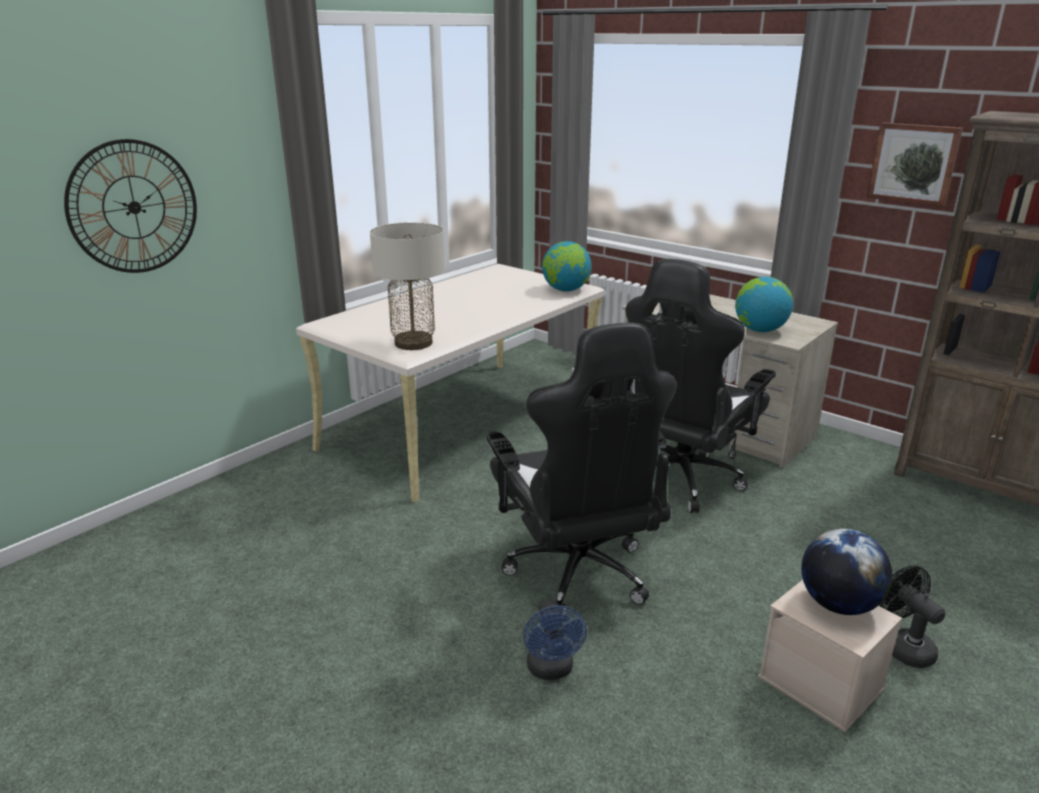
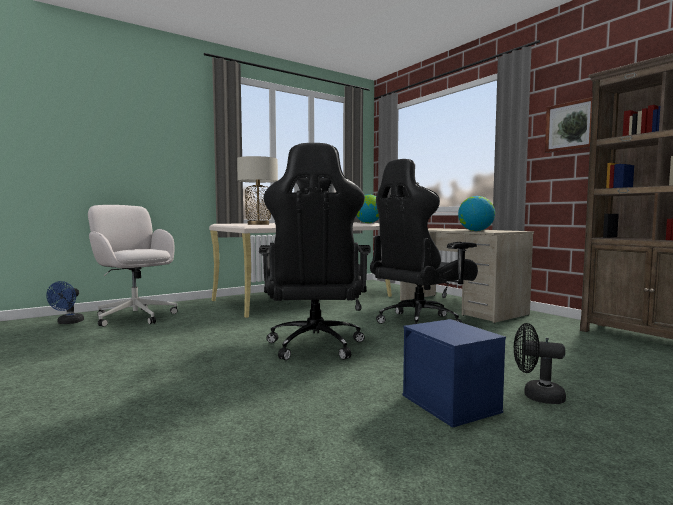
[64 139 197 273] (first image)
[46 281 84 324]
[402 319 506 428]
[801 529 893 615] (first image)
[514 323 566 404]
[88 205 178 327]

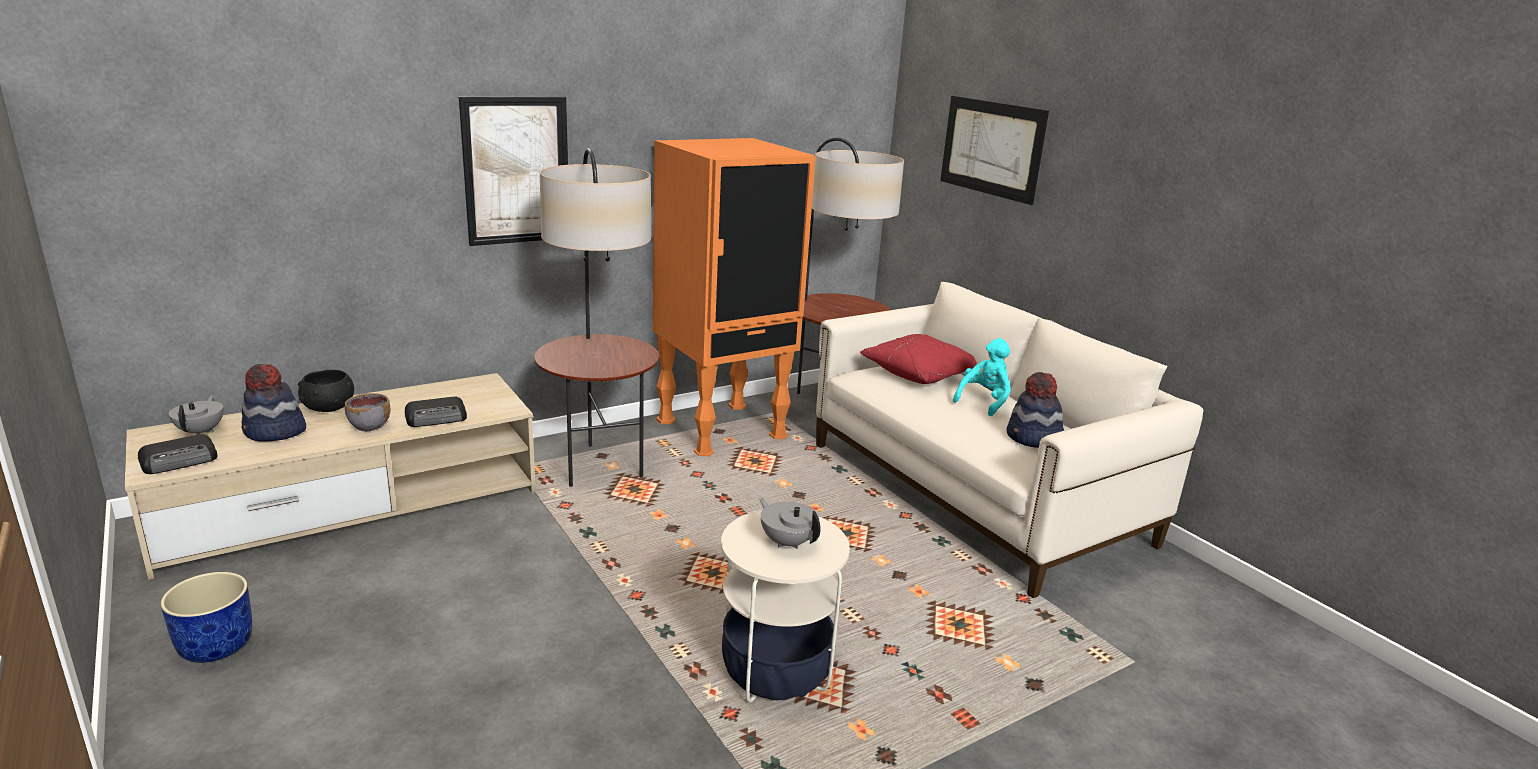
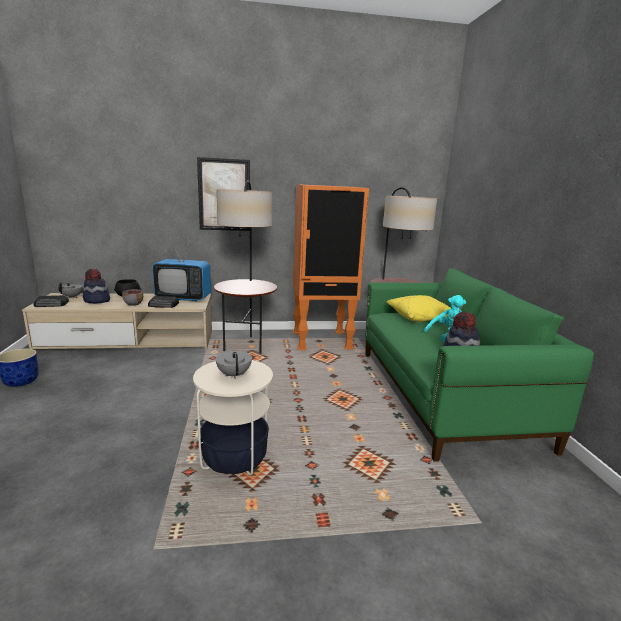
[365 268 594 462]
[387 295 451 322]
[940 96 1049 205] (first image)
[152 236 211 301]

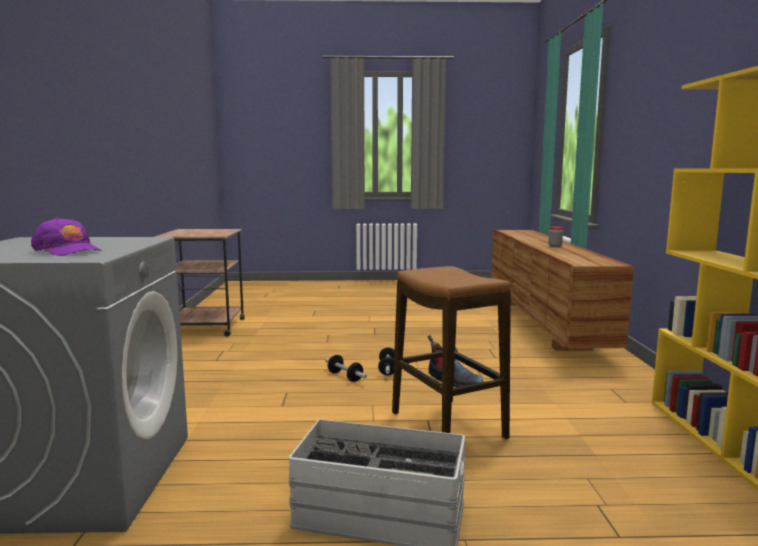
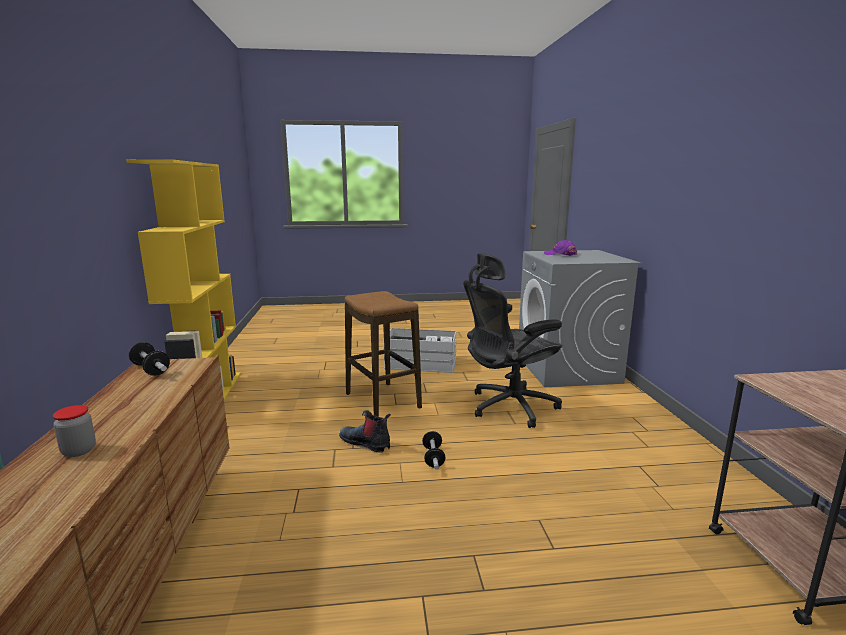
[129 342 170 376]
[463 253 563 428]

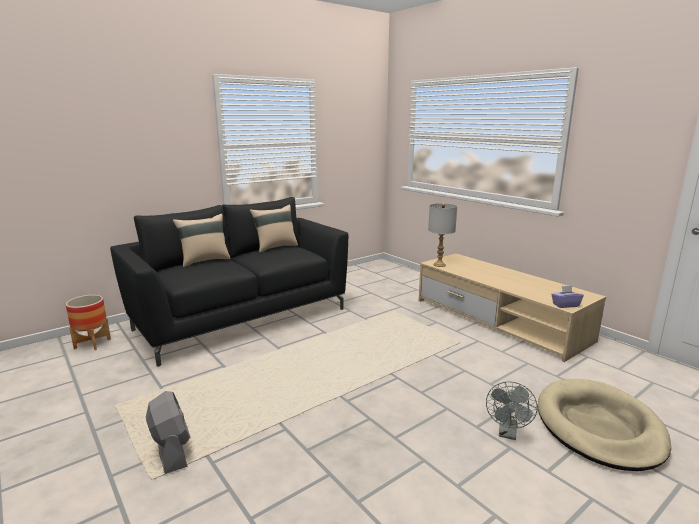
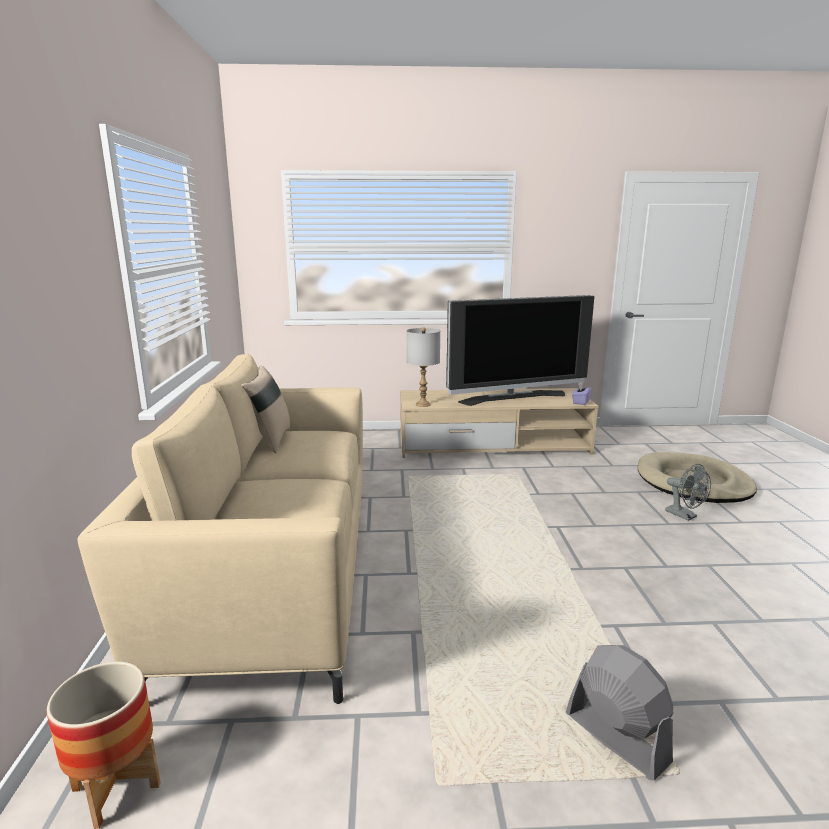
[77 354 363 704]
[566 645 674 781]
[173 214 231 267] (first image)
[446 295 594 406]

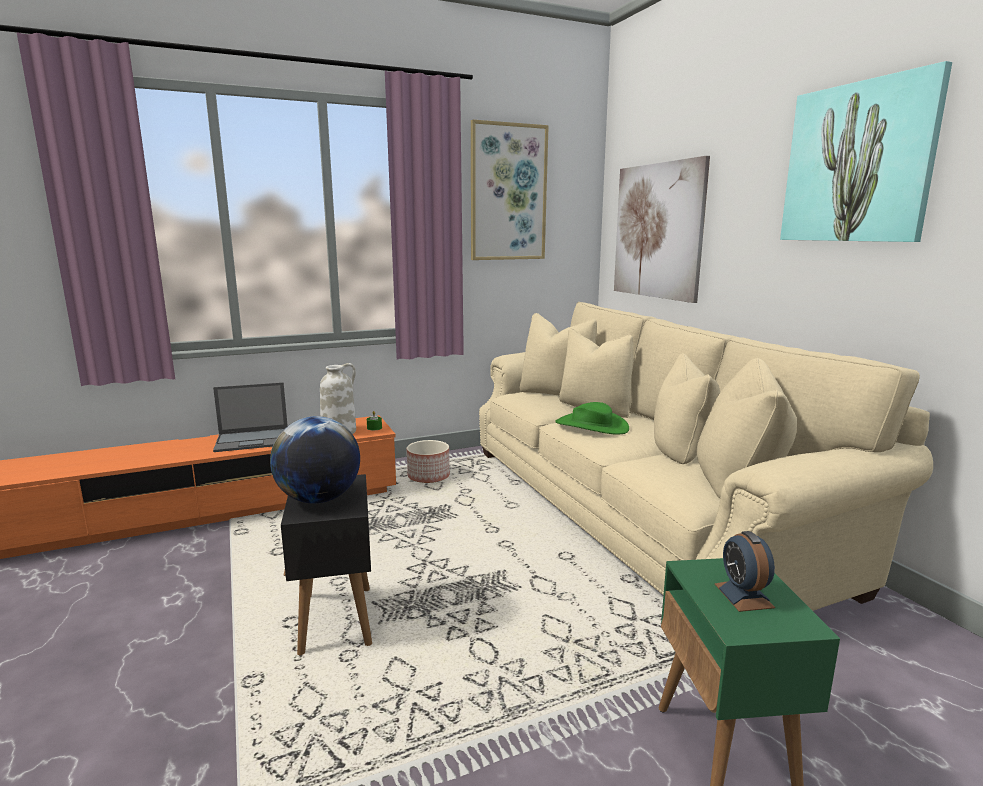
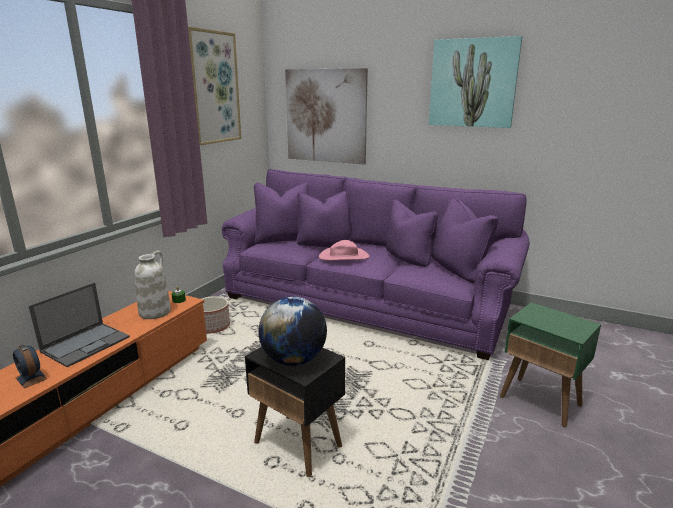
[222 169 529 360]
[319 240 370 261]
[13 345 47 388]

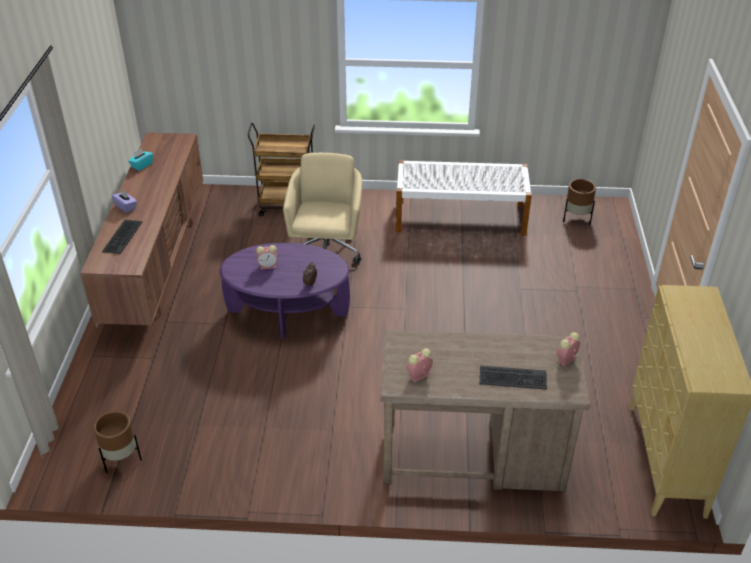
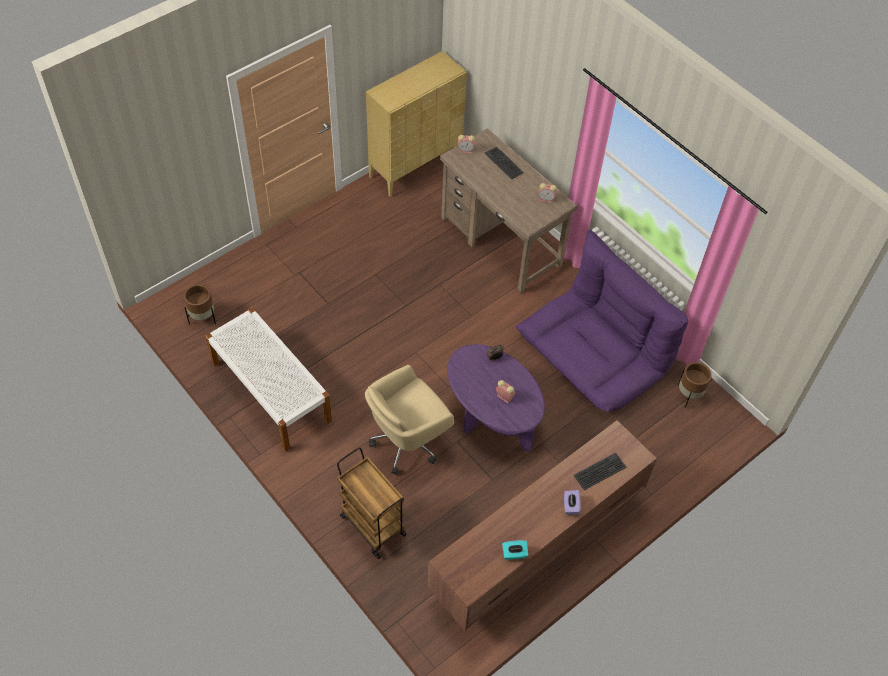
[515 230 688 412]

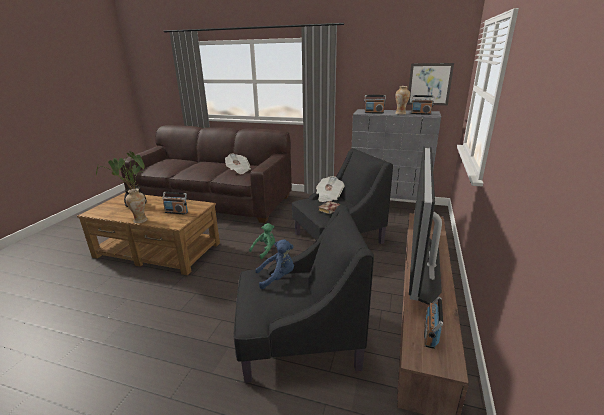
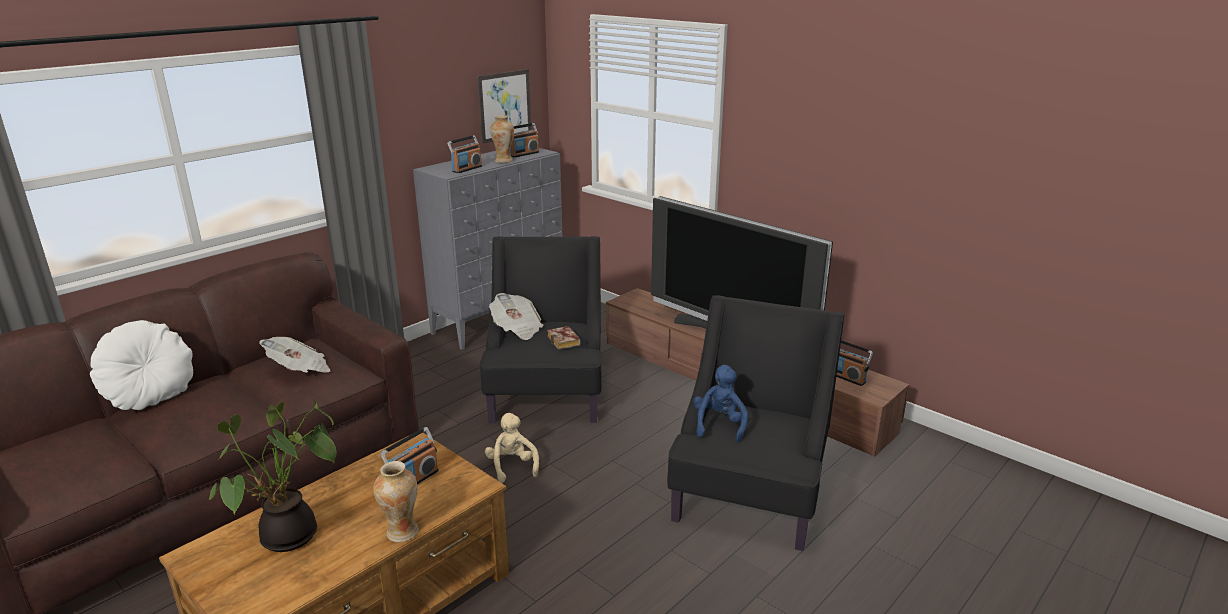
[485 413 539 483]
[90 320 193 410]

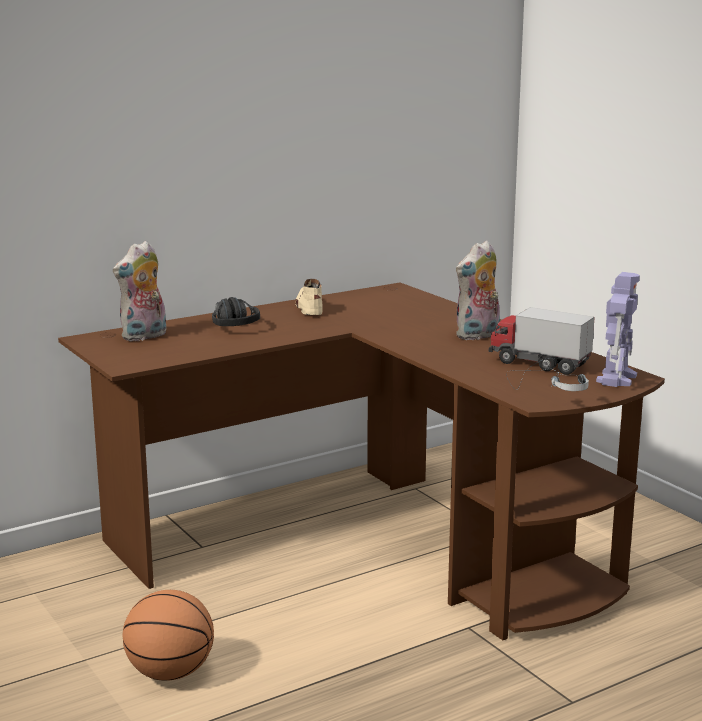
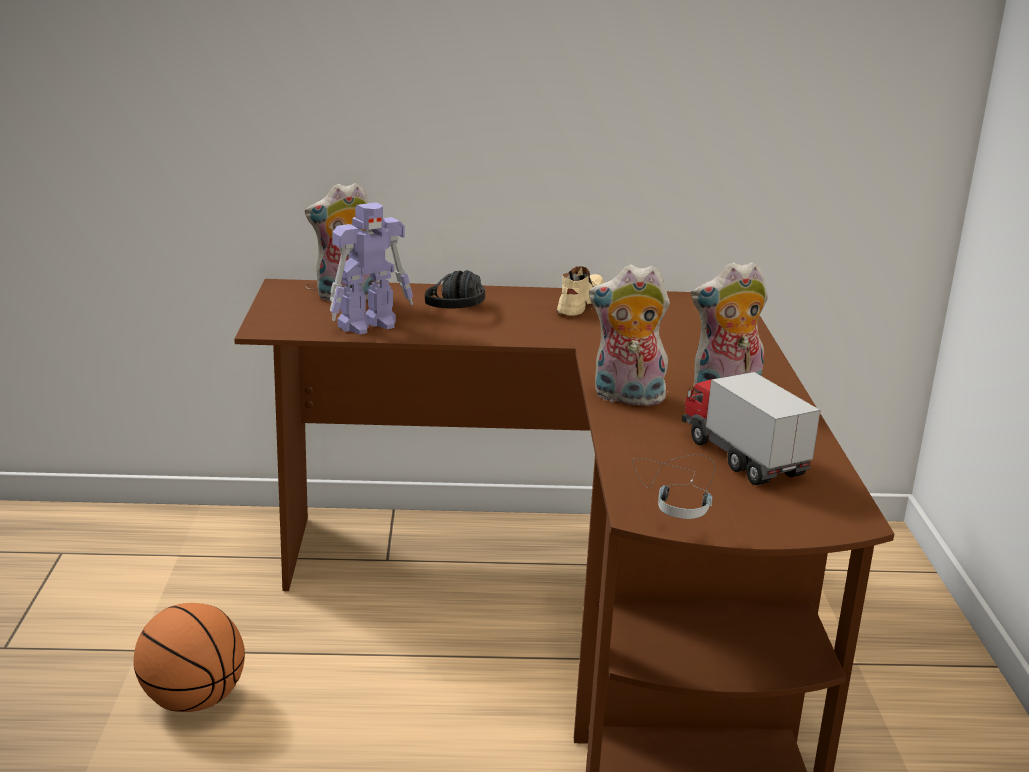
[330 202 413 334]
[589 264 670 406]

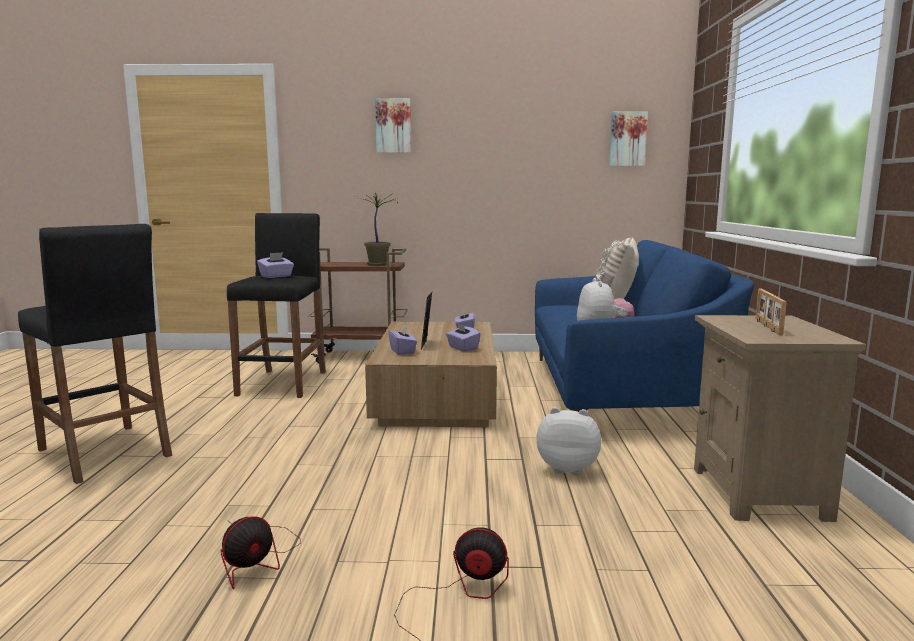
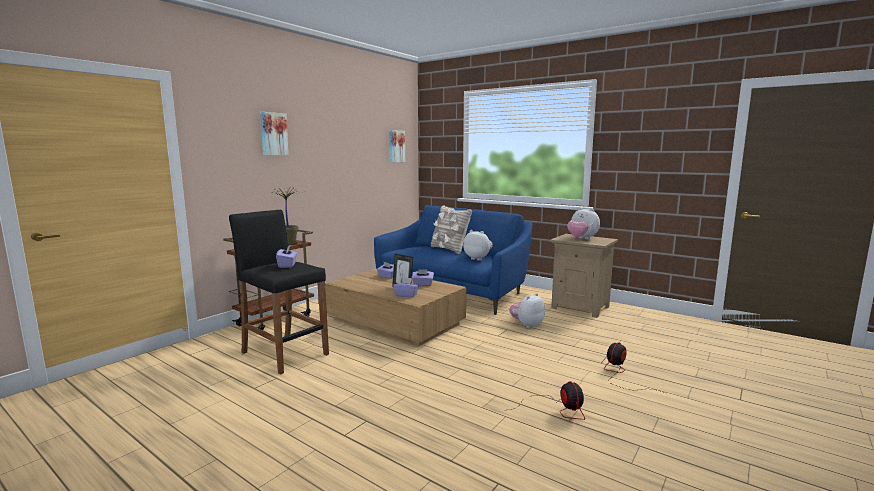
[18 224 172 484] (first image)
[567 207 600 239]

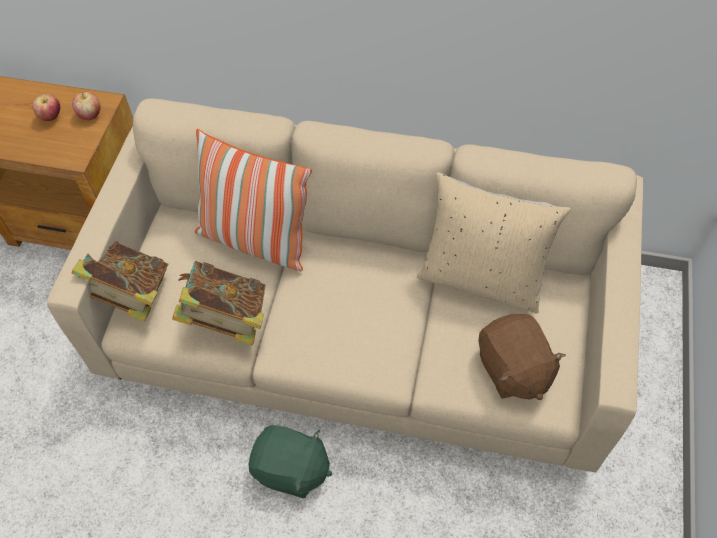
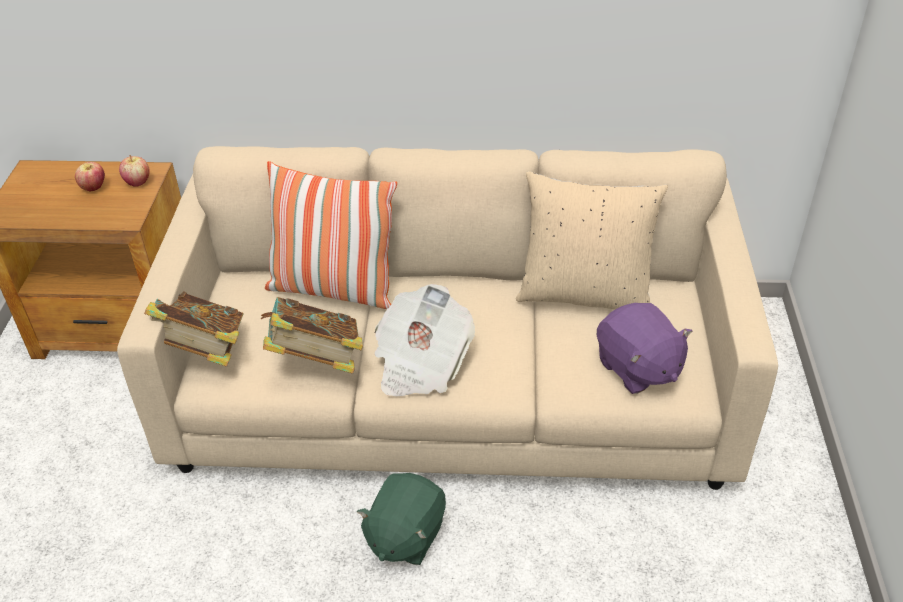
[357 473 446 565]
[597 303 692 394]
[374 284 475 396]

